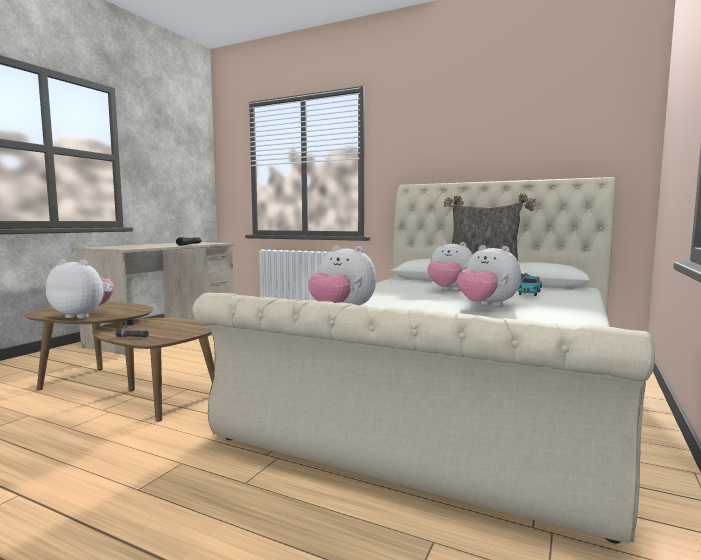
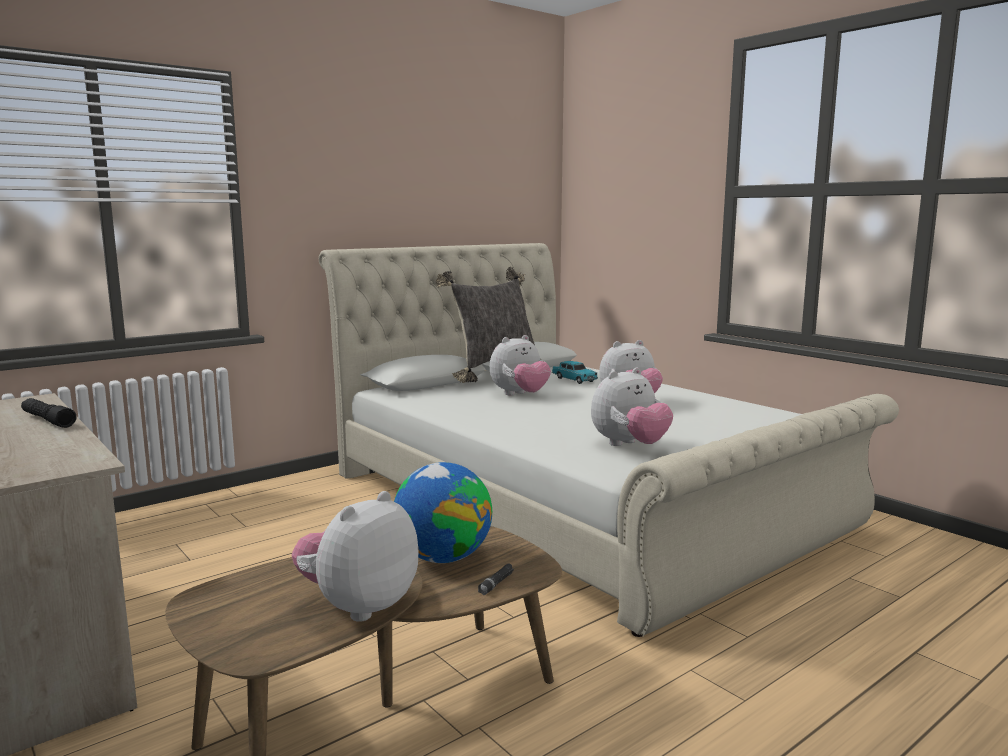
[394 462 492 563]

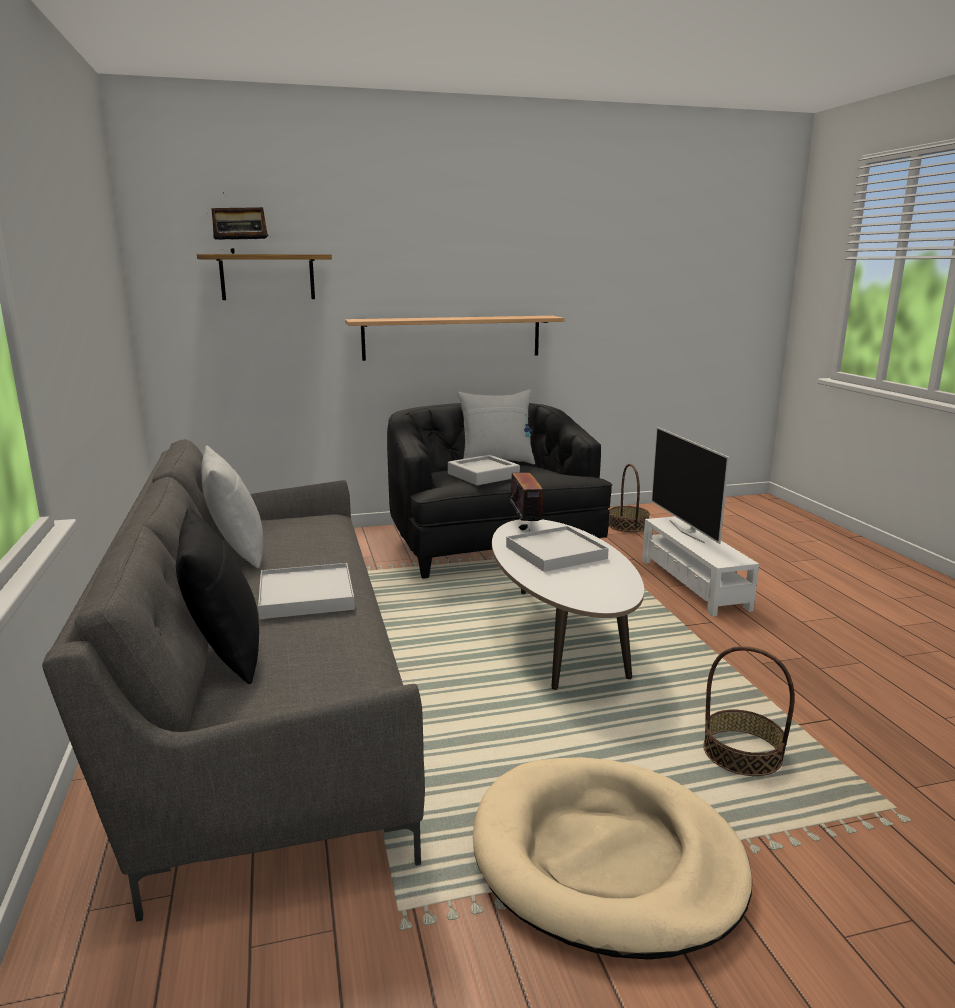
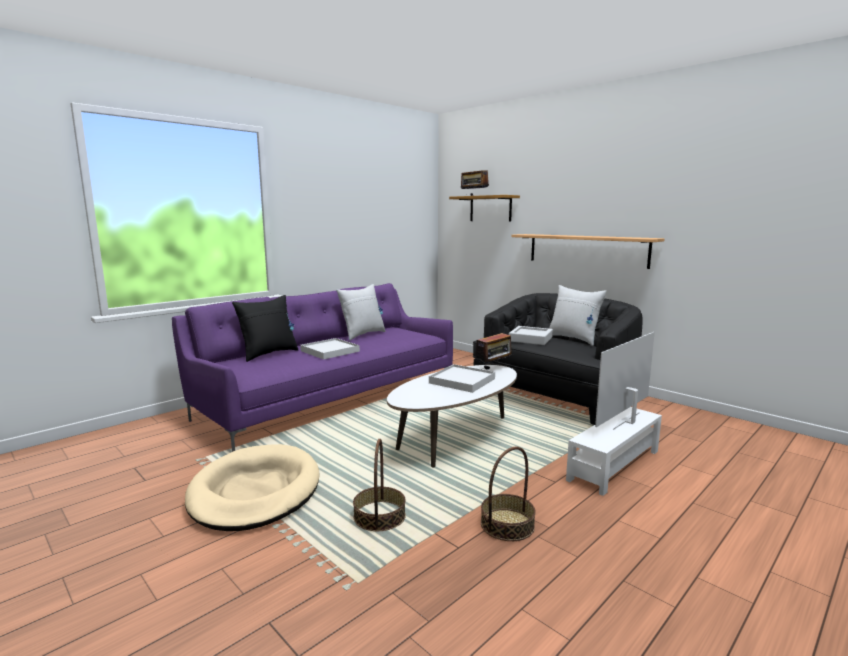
[172 283 453 452]
[481 446 536 541]

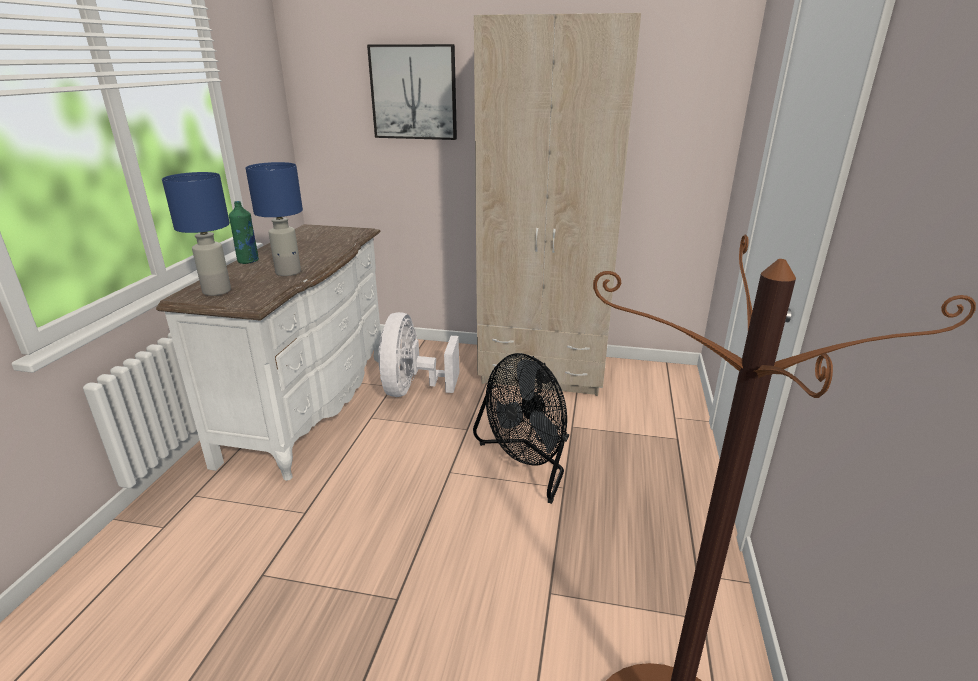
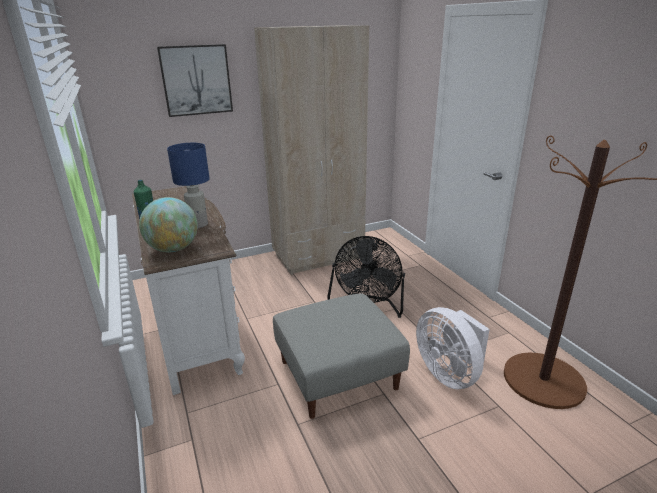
[139 197 198 252]
[416 307 490 389]
[273 293 410 419]

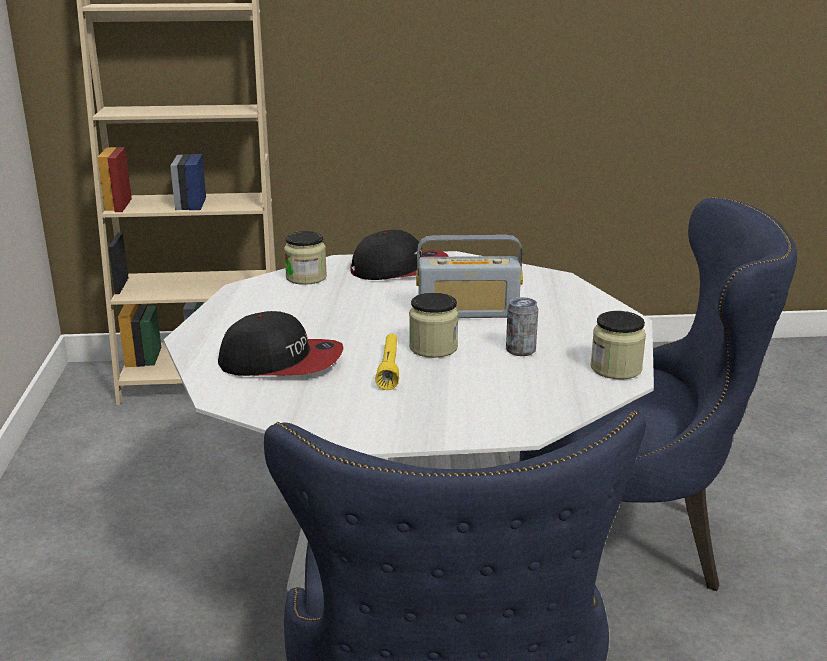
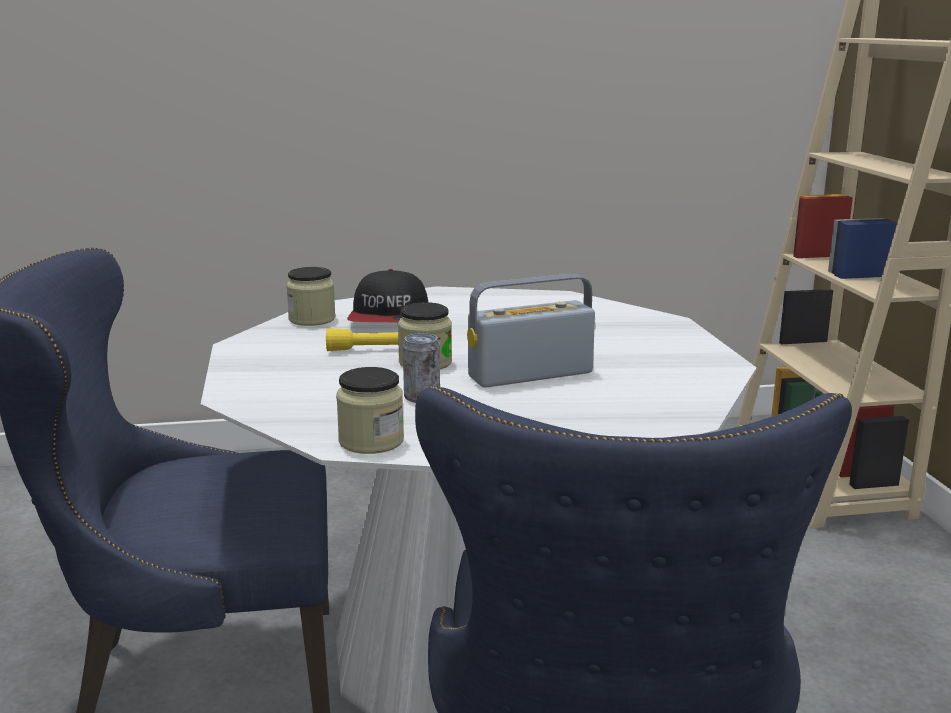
[286 267 336 326]
[350 230 449 280] (first image)
[467 274 595 388]

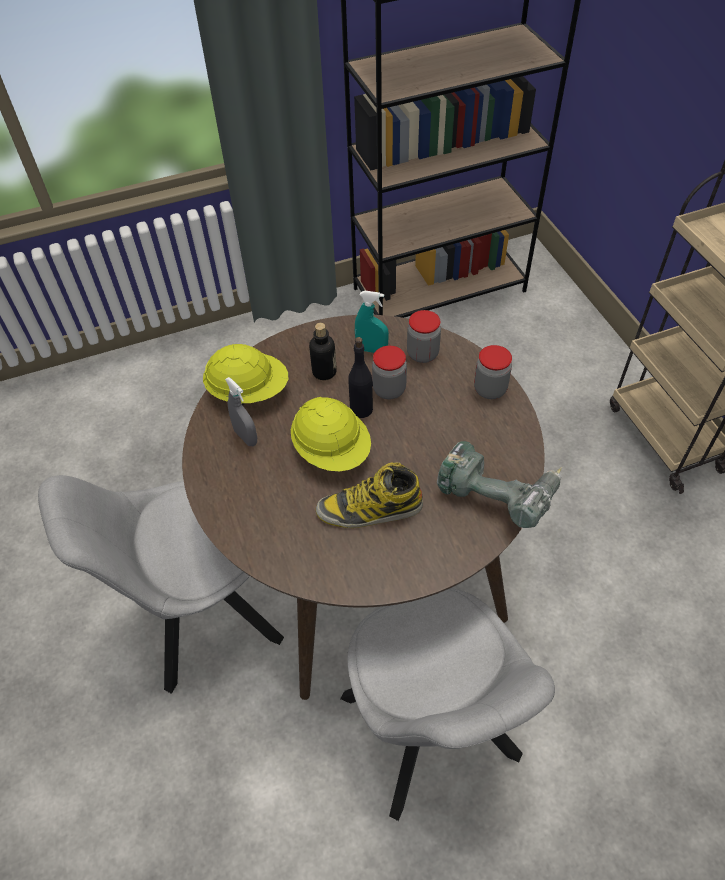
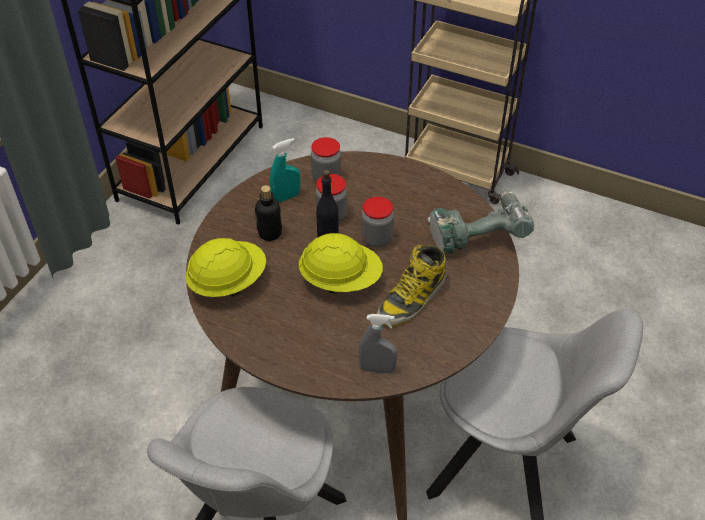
[359 314 398 373]
[361 197 394 248]

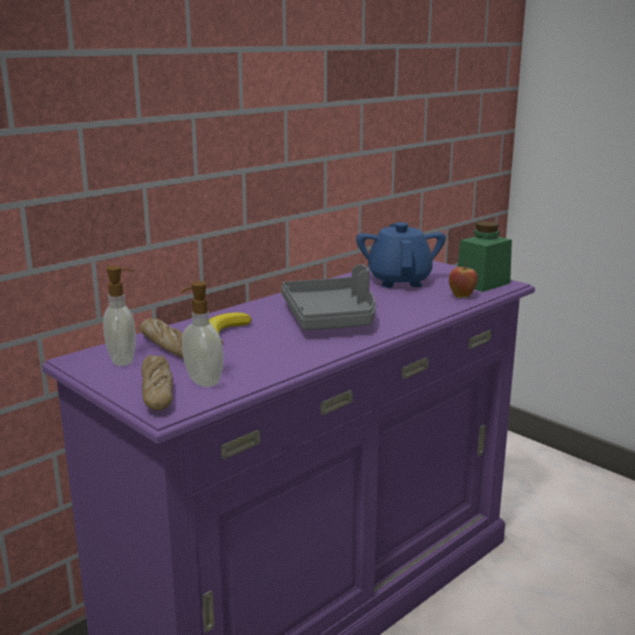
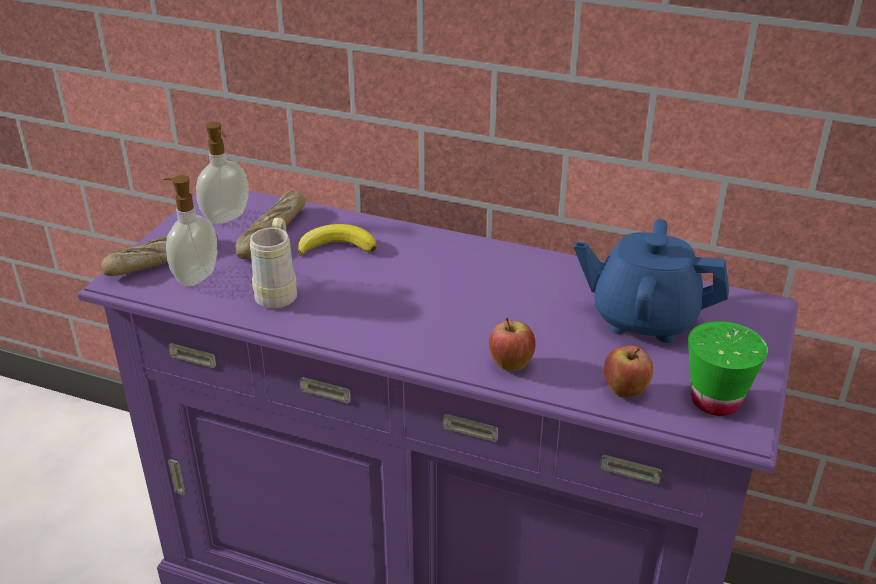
[281 264 376 330] (first image)
[574 219 729 343]
[688 321 768 416]
[250 217 297 308]
[488 317 536 371]

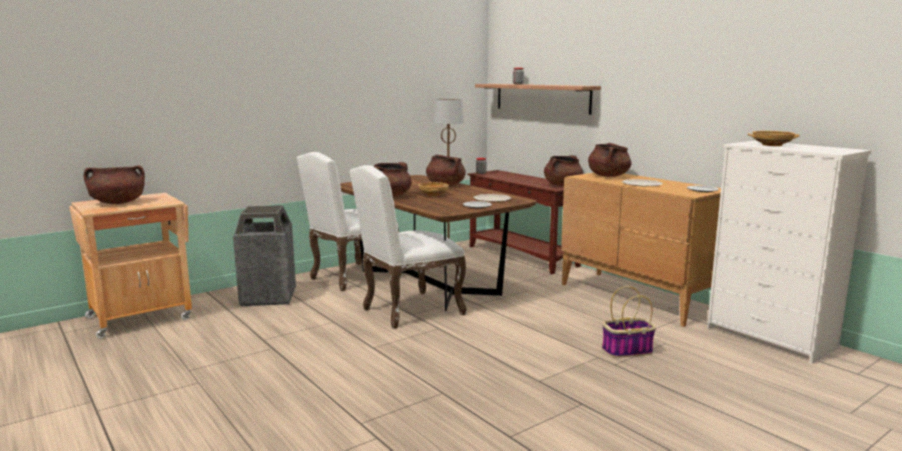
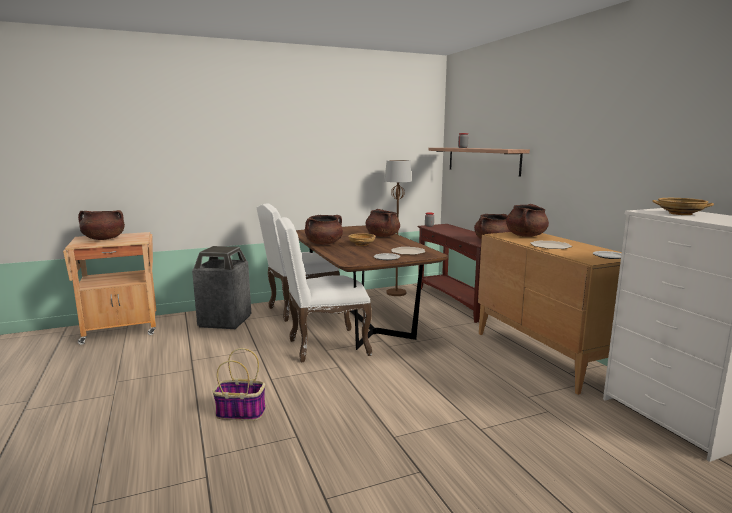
[213 348 266 421]

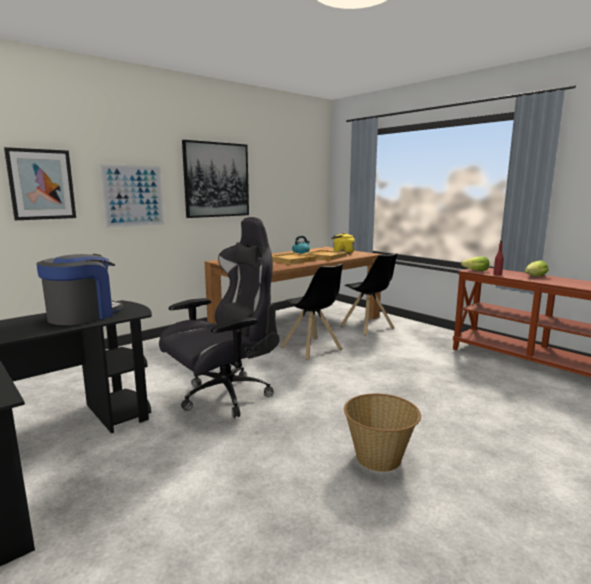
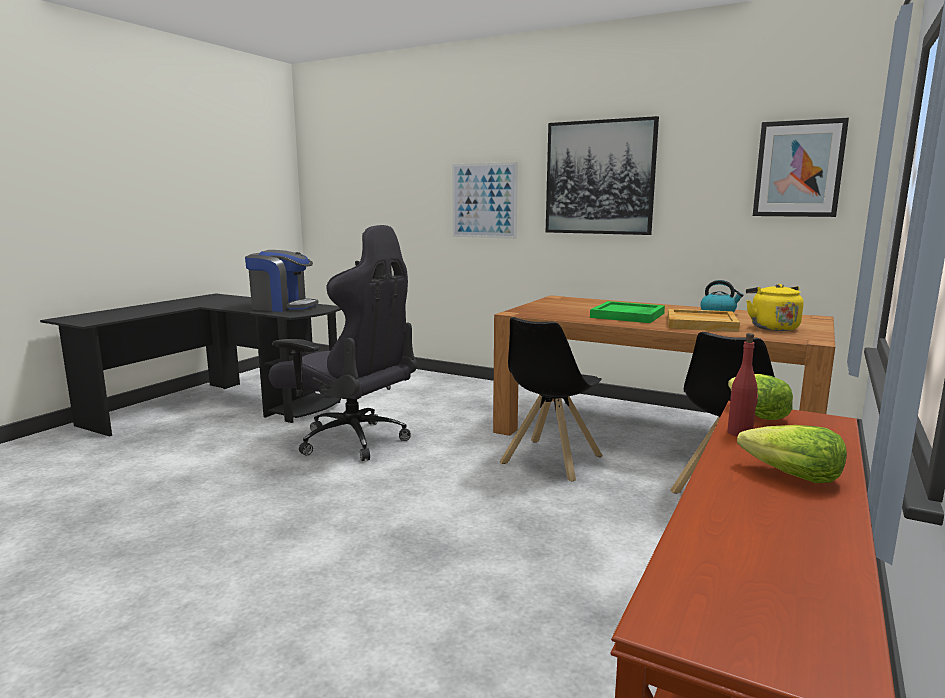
[753 118 849 217]
[590 301 665 323]
[344 393 421 472] (first image)

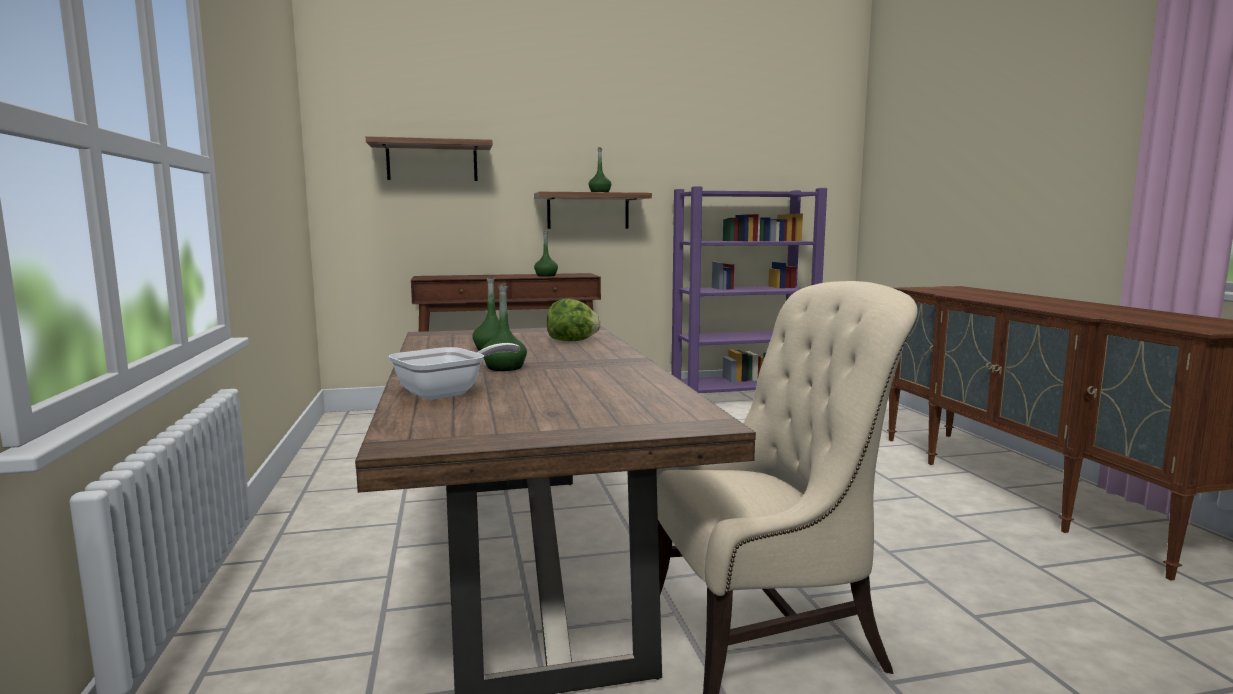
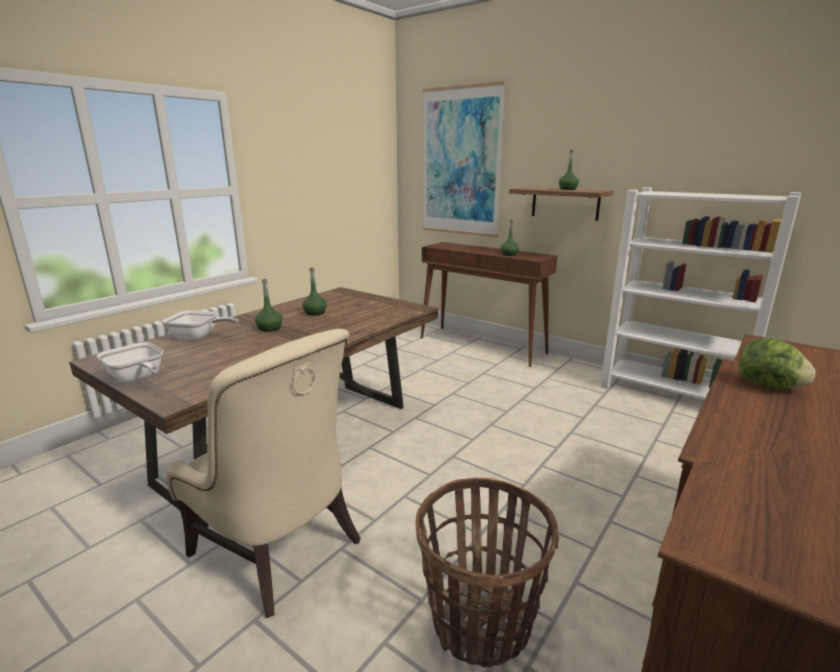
[422 81 506 237]
[738 338 816 390]
[600 187 802 400]
[96 342 164 383]
[416 478 559 667]

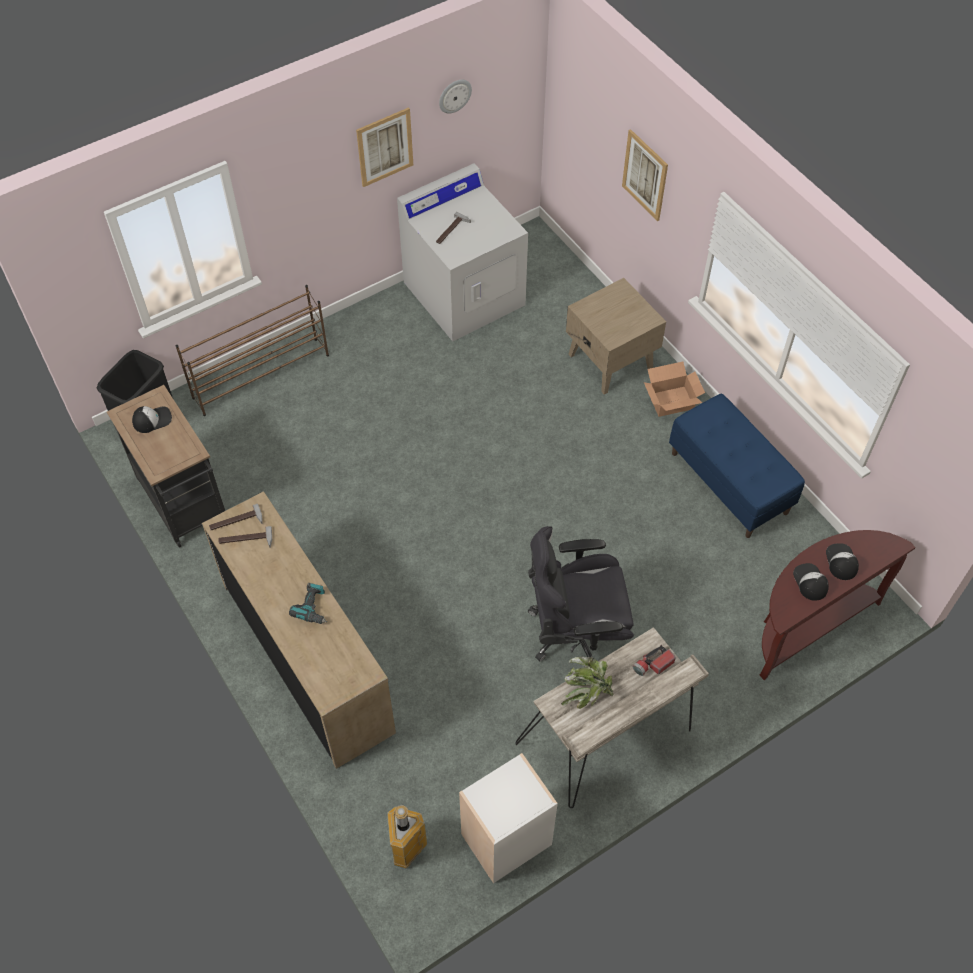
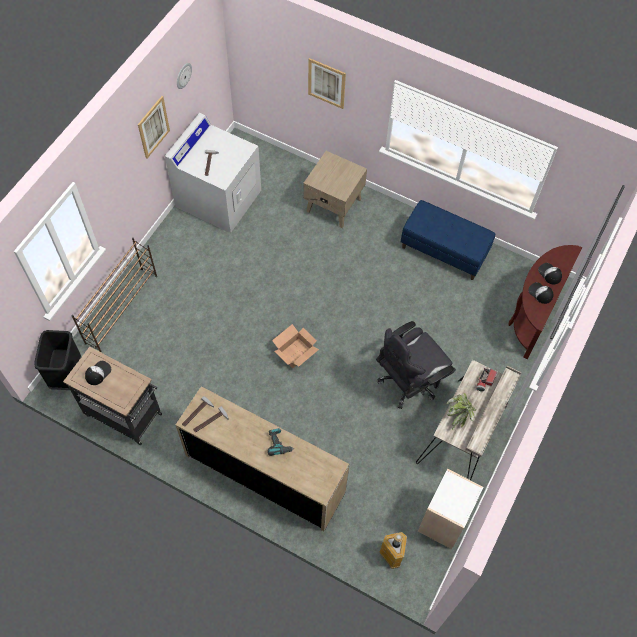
[272 324 319 368]

